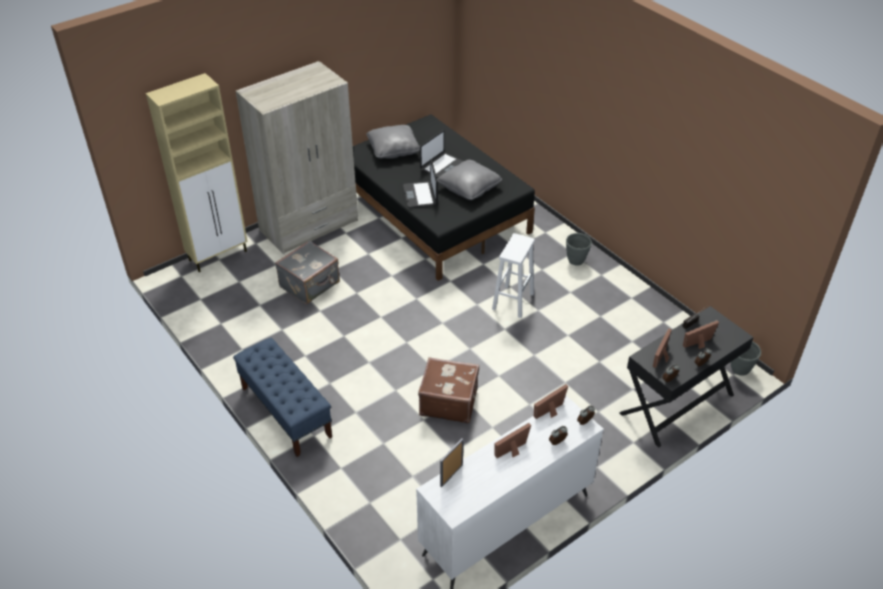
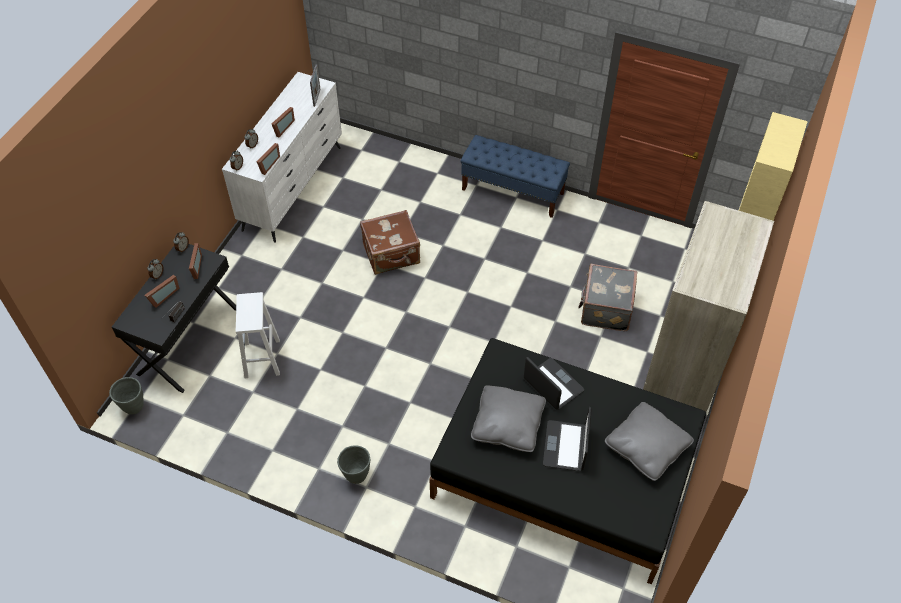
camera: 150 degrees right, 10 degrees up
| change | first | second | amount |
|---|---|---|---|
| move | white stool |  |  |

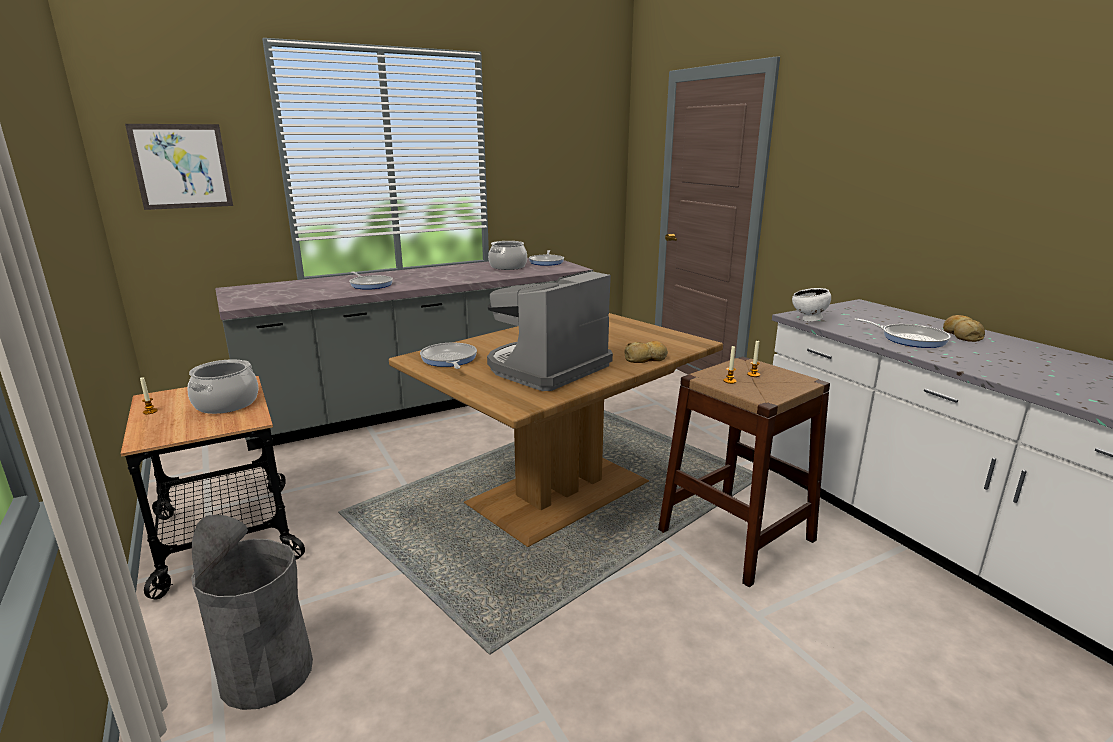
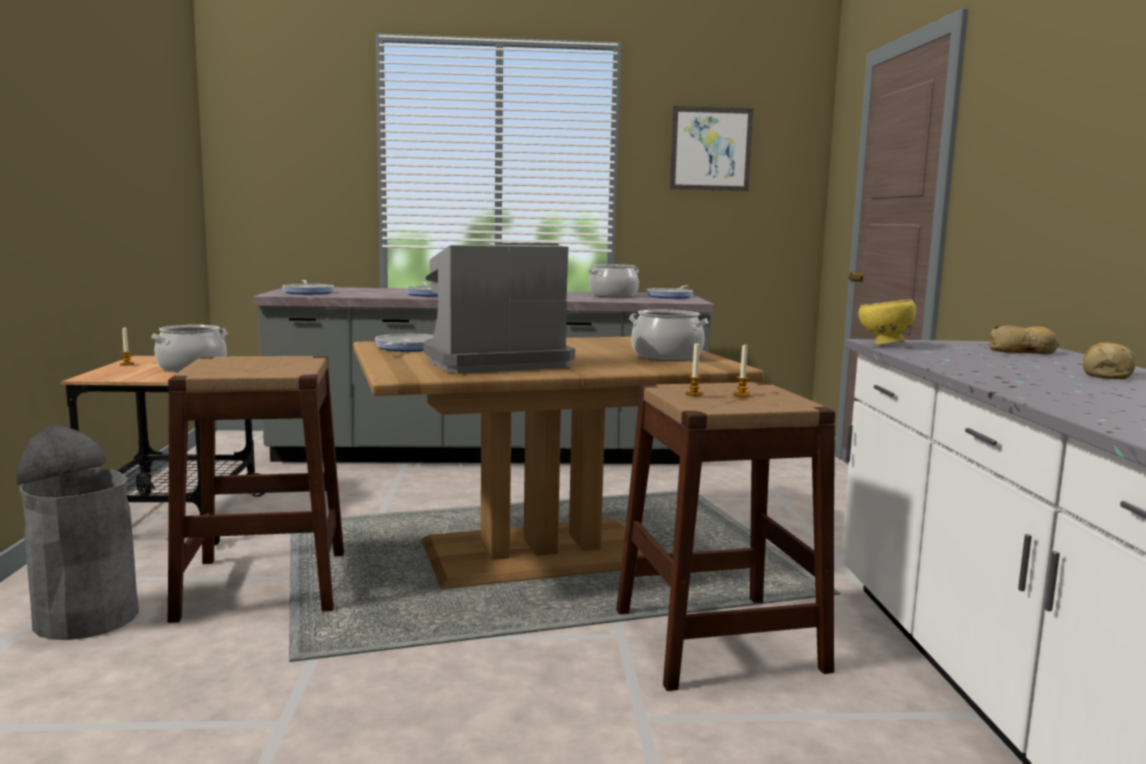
camera: 25 degrees right, 10 degrees down
| change | first | second | amount |
|---|---|---|---|
| insert |  | brown stool (1st from left) |  |
| insert |  | cooking pot (3rd from left) |  |
| move | picture |  |  |
| move | bread (1st from left) |  |  |
| move | frying pan (4th from left in the first image) | frying pan (1st from left) |  |
| recolor | white bowl | yellow bowl |  |

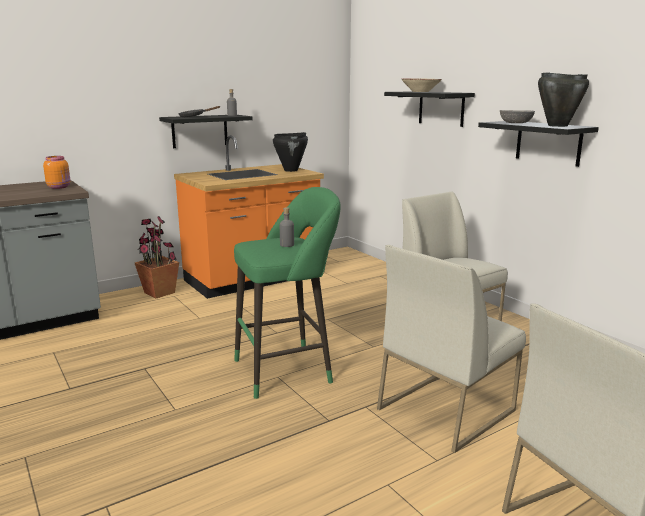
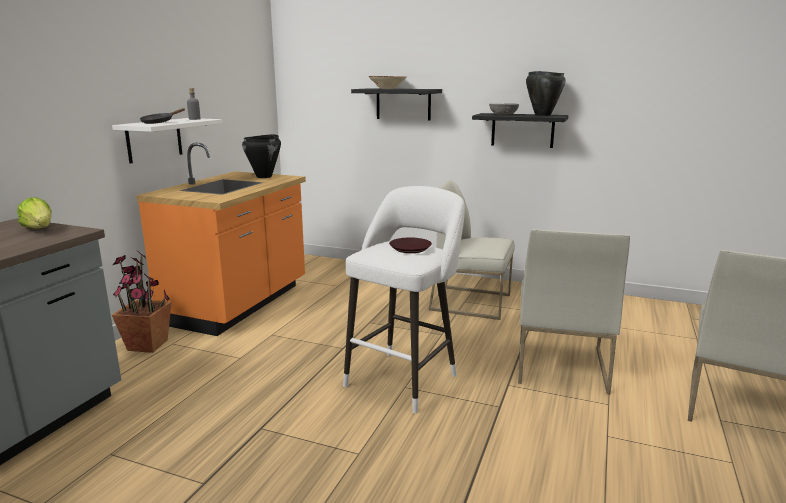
camera: 35 degrees left, 0 degrees up
| change | first | second | amount |
|---|---|---|---|
| replace | orange jar | lettuce |  |
| replace | grey bottle (2nd from left) | brown plate |  |
| recolor | black shelf (1st from left) | white shelf |  |
| recolor | green stool | white stool |  |

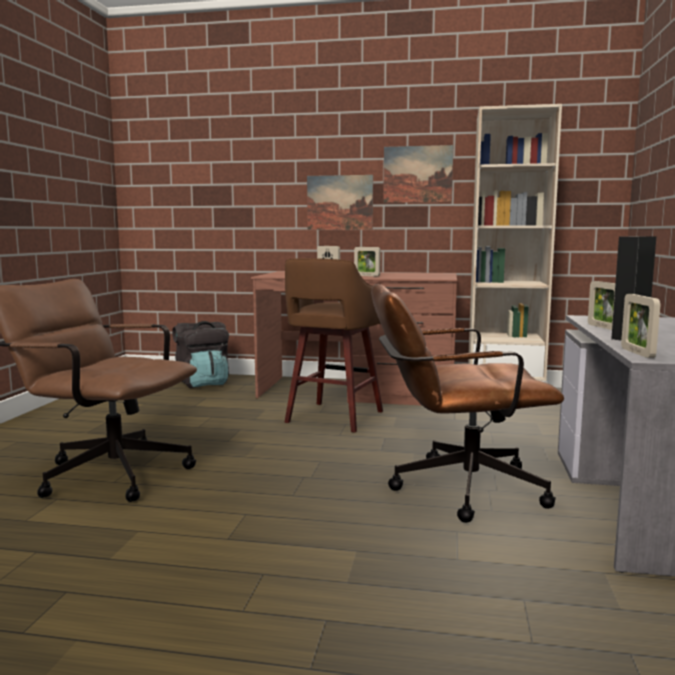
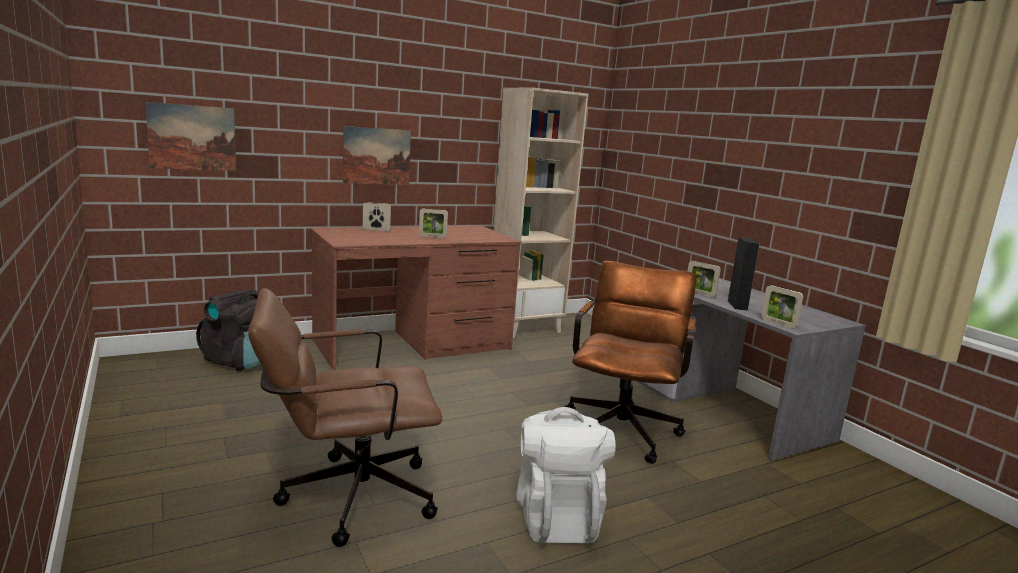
camera: 40 degrees left, 5 degrees up
| change | first | second | amount |
|---|---|---|---|
| delete | brown stool |  |  |
| insert |  | white backpack |  |
| move | picture (2nd from left in the first image) | picture (1st from left) |  |
| rotate | brown office chair (2nd from left) |  | 150 degrees clockwise |

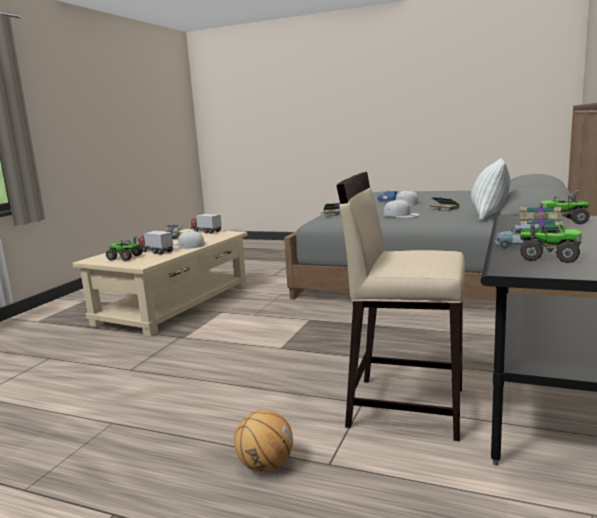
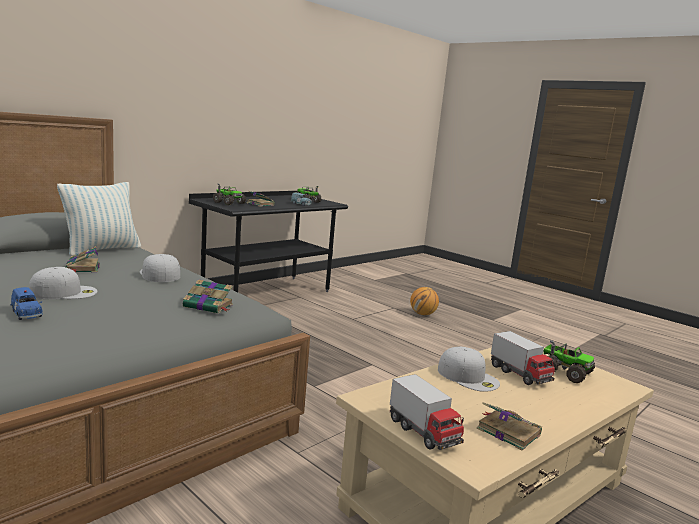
camera: 160 degrees left, 0 degrees up
| change | first | second | amount |
|---|---|---|---|
| delete | beige stool |  |  |

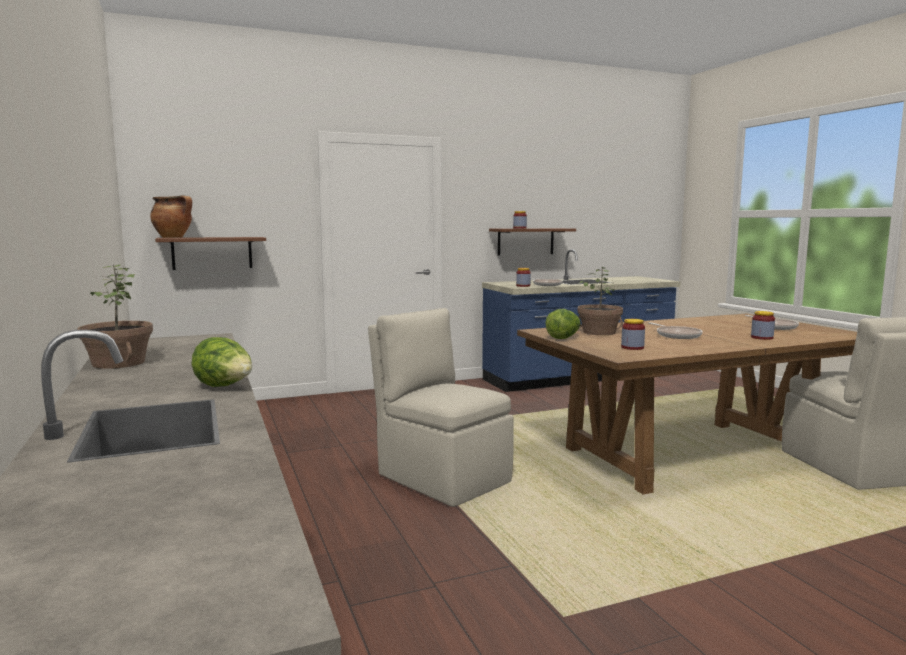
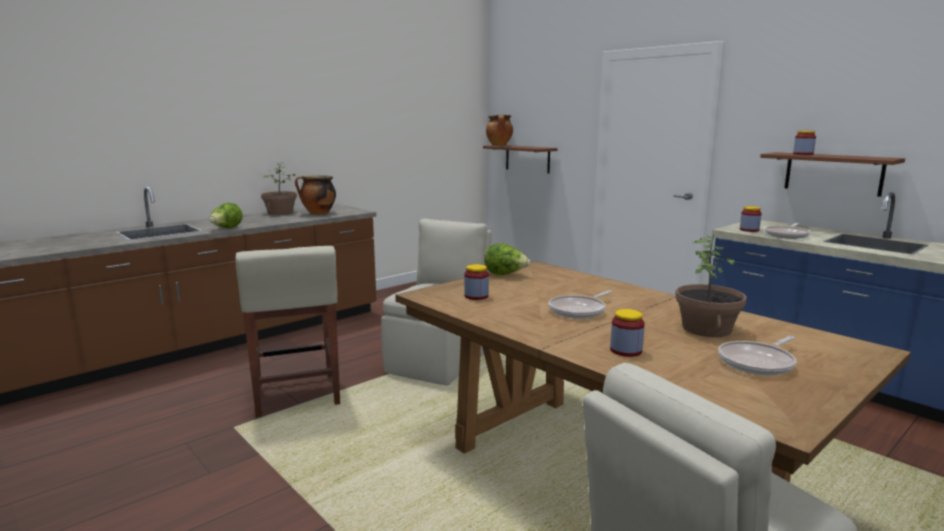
camera: 70 degrees right, 5 degrees up
| change | first | second | amount |
|---|---|---|---|
| insert |  | beige stool |  |
| insert |  | cooking pot (1st from left) |  |
| move | potted plant (2nd from left) |  |  |

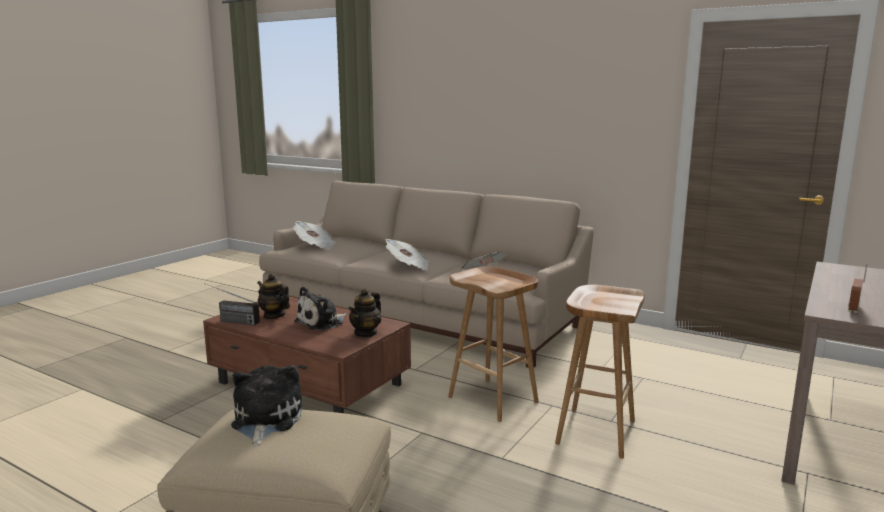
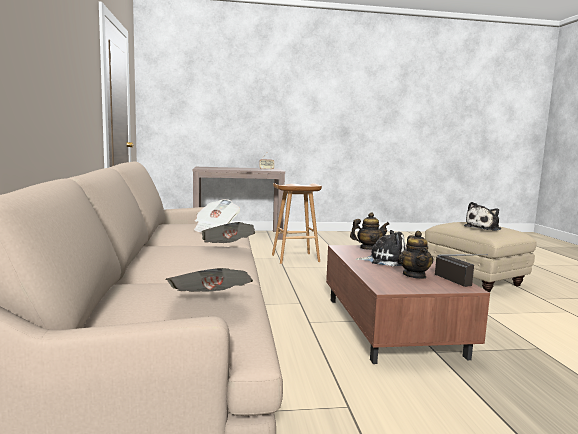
camera: 130 degrees left, 5 degrees down
| change | first | second | amount |
|---|---|---|---|
| delete | brown stool (1st from left) |  |  |

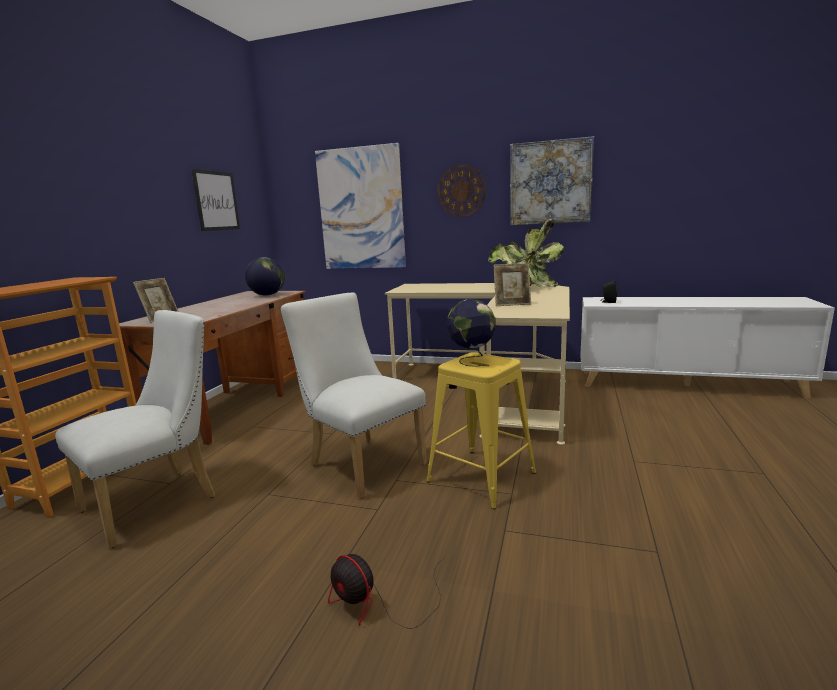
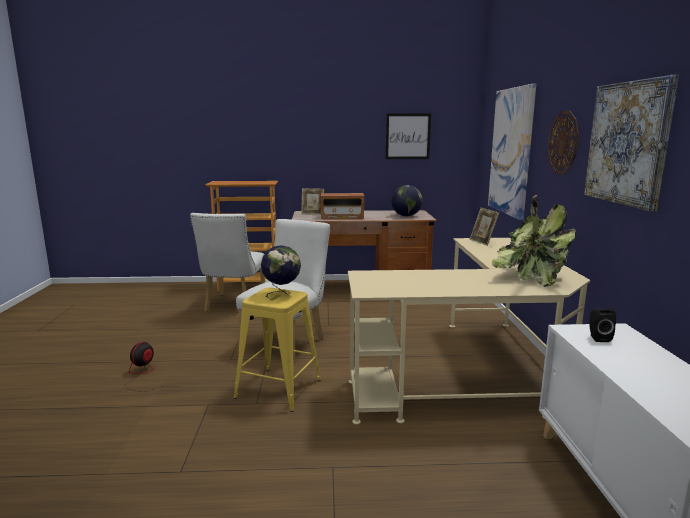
camera: 70 degrees right, 0 degrees up
| change | first | second | amount |
|---|---|---|---|
| insert |  | radio |  |
| move | picture frame (2nd from left) |  |  |
| rotate | white chair (1st from left) |  | 75 degrees clockwise |

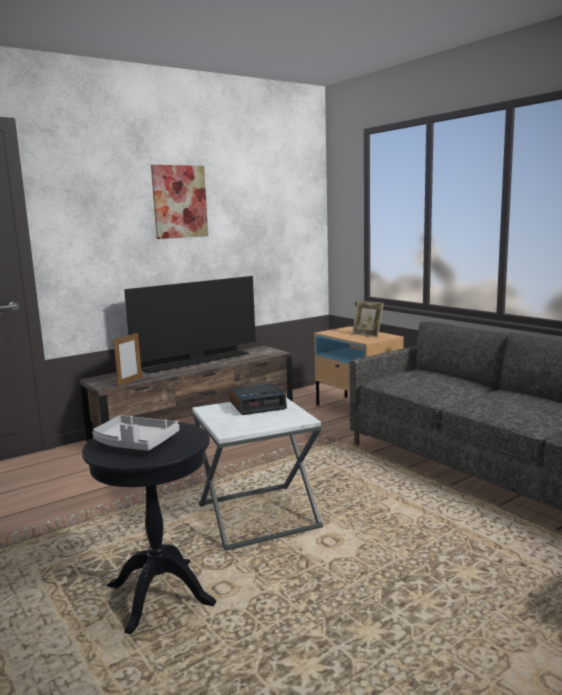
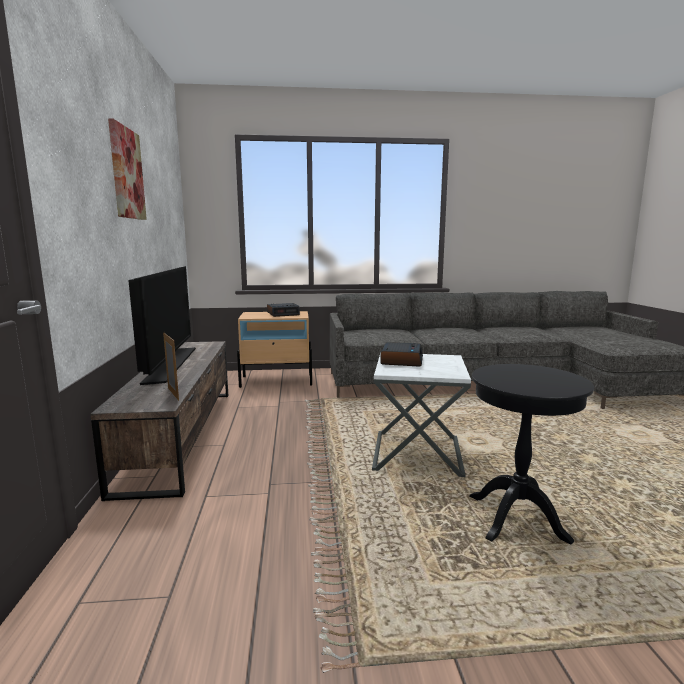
camera: 60 degrees left, 0 degrees up
| change | first | second | amount |
|---|---|---|---|
| delete | grey tray |  |  |
| replace | picture frame (2nd from left) | alarm clock (1st from left) |  |

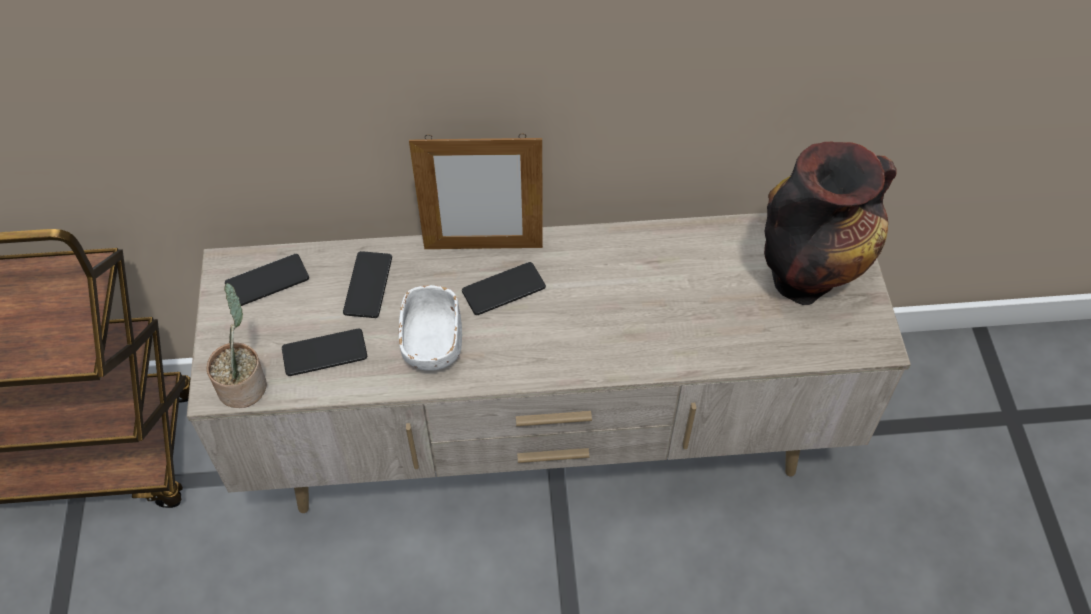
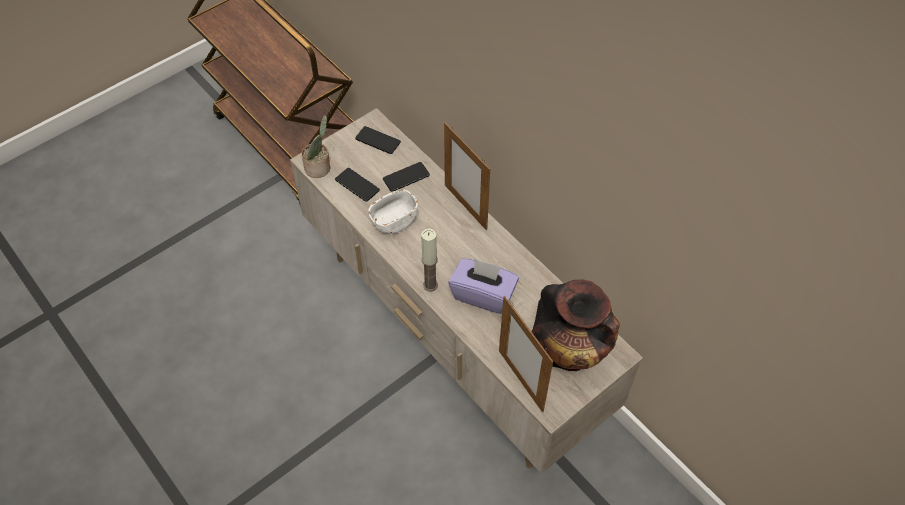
camera: 55 degrees right, 0 degrees up
| change | first | second | amount |
|---|---|---|---|
| delete | phone (4th from left) |  |  |
| insert |  | candle |  |
| insert |  | purple tissue box |  |
| insert |  | picture frame (2nd from left) |  |

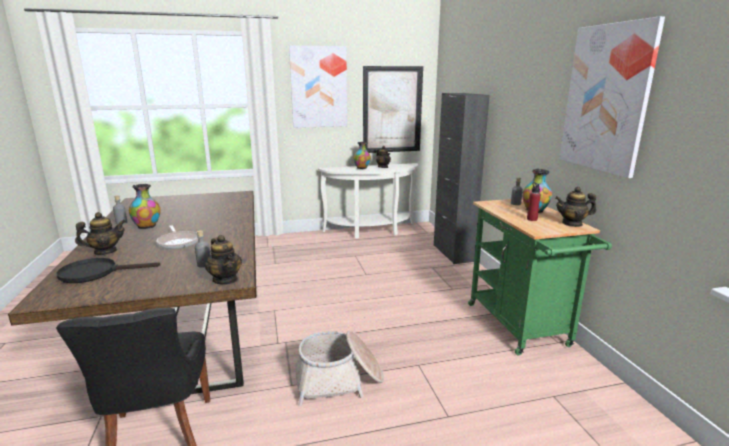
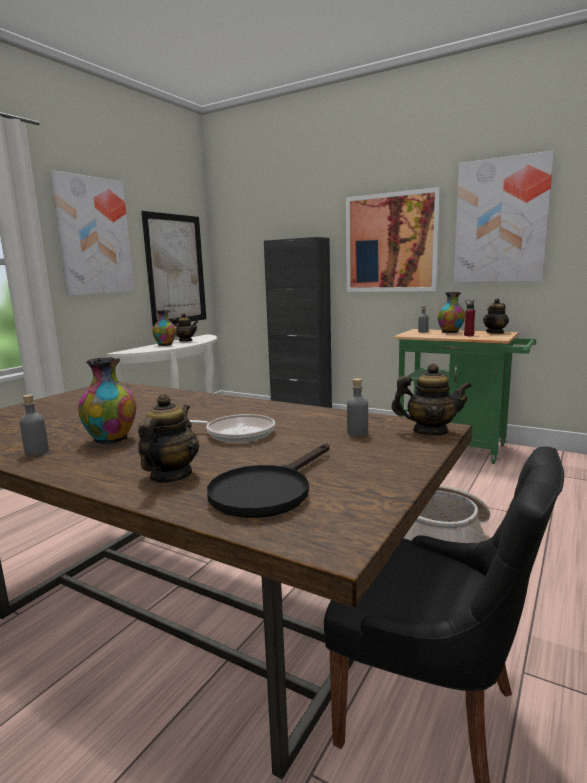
camera: 45 degrees left, 5 degrees down
| change | first | second | amount |
|---|---|---|---|
| insert |  | picture (3rd from left) |  |

